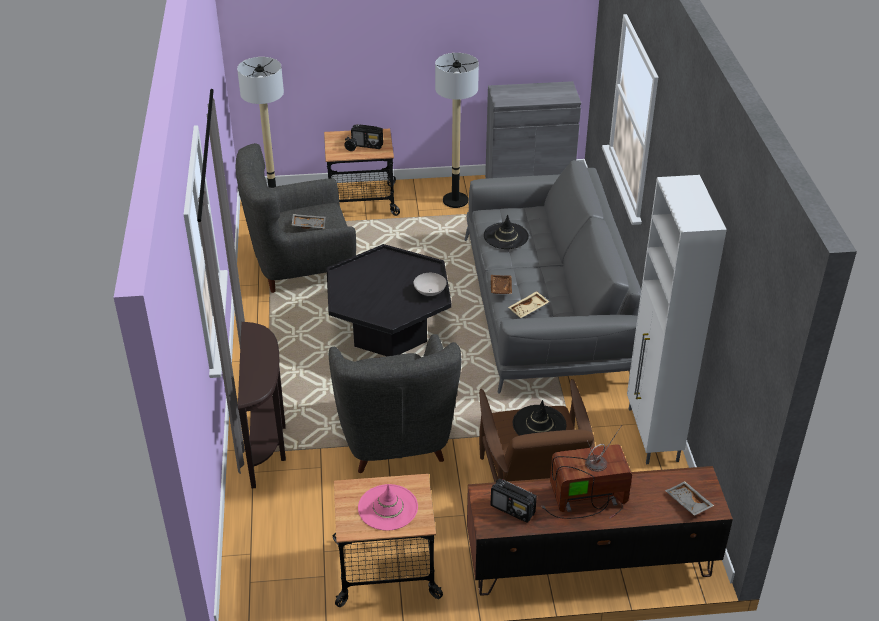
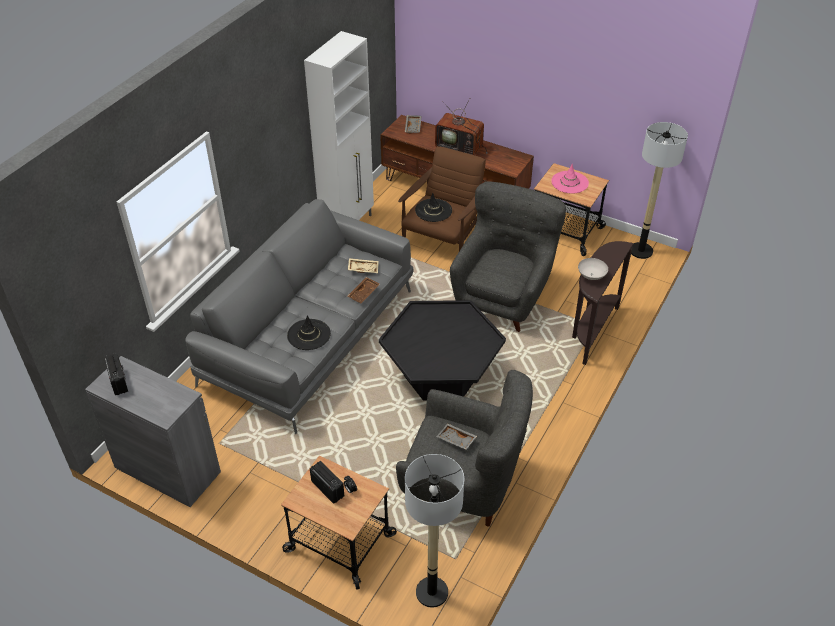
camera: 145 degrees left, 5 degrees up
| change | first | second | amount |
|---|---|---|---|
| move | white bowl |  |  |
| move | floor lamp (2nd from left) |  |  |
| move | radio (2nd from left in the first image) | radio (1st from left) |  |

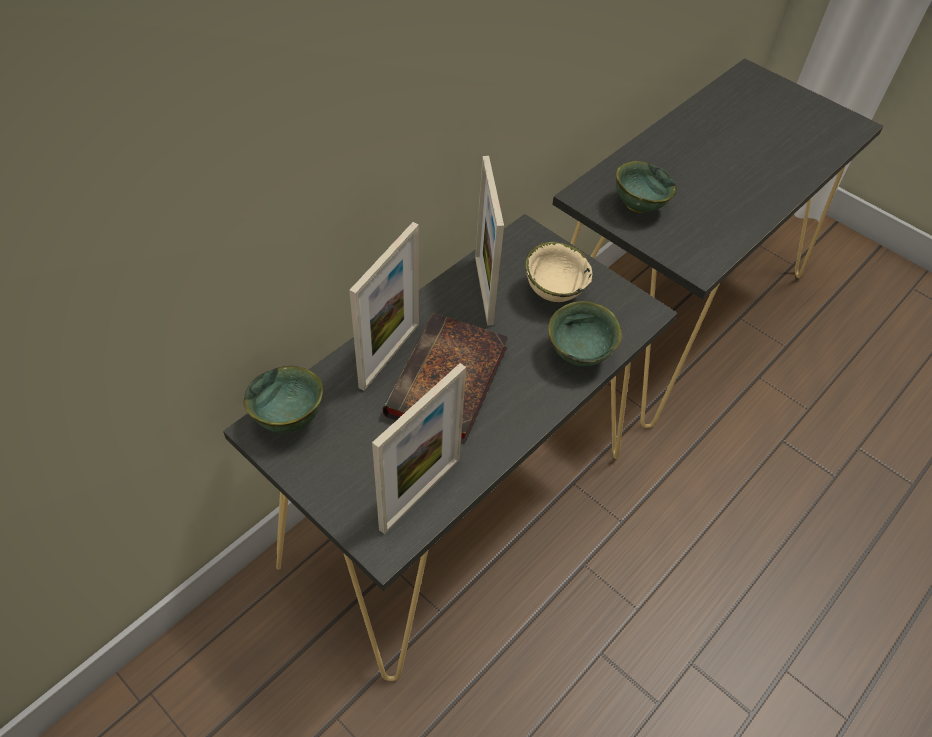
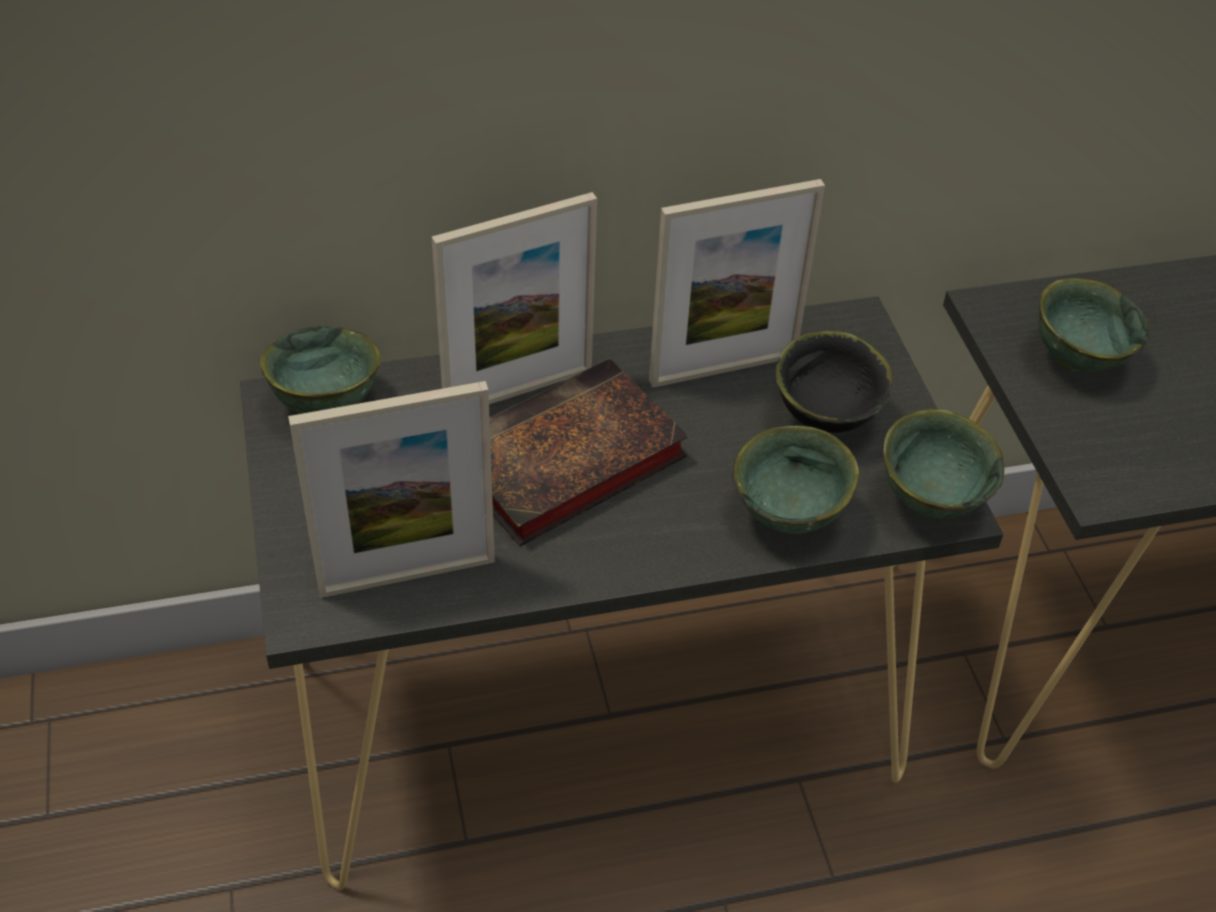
camera: 35 degrees right, 5 degrees down
| change | first | second | amount |
|---|---|---|---|
| insert |  | green bowl (3rd from left) |  |
| recolor | beige bowl | black bowl |  |
| rotate | picture frame (3rd from left) |  | 135 degrees counterclockwise |

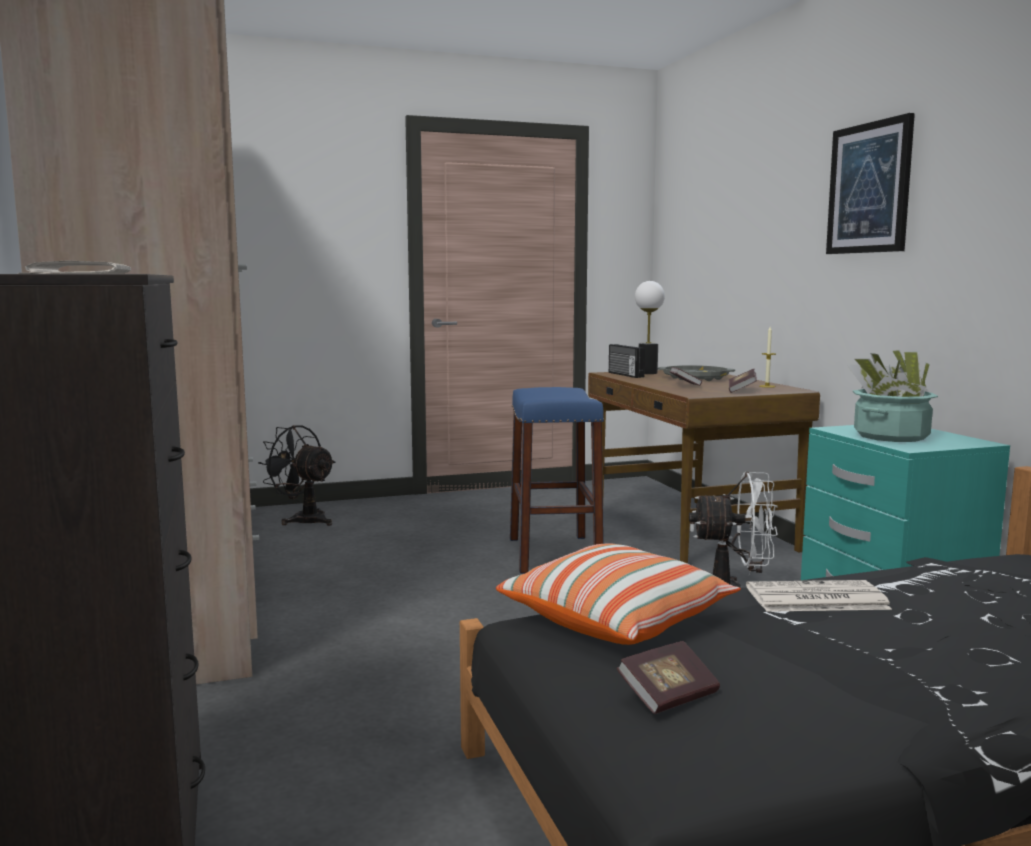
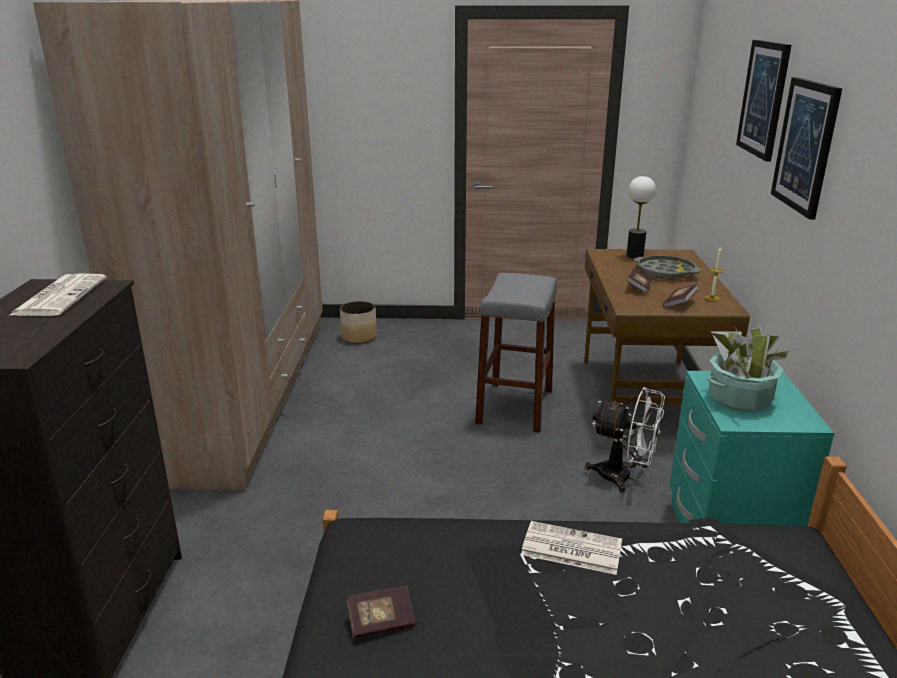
camera: 20 degrees right, 15 degrees up
| change | first | second | amount |
|---|---|---|---|
| delete | pillow |  |  |
| delete | radio |  |  |
| insert |  | picture (1st from left) |  |
| replace | black fan | planter |  |
| recolor | blue stool | grey stool |  |

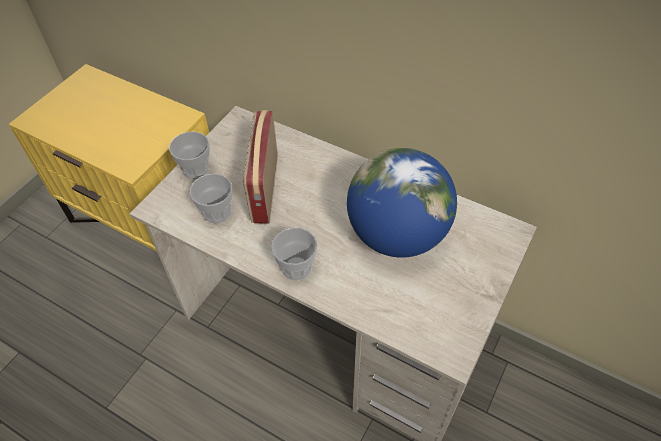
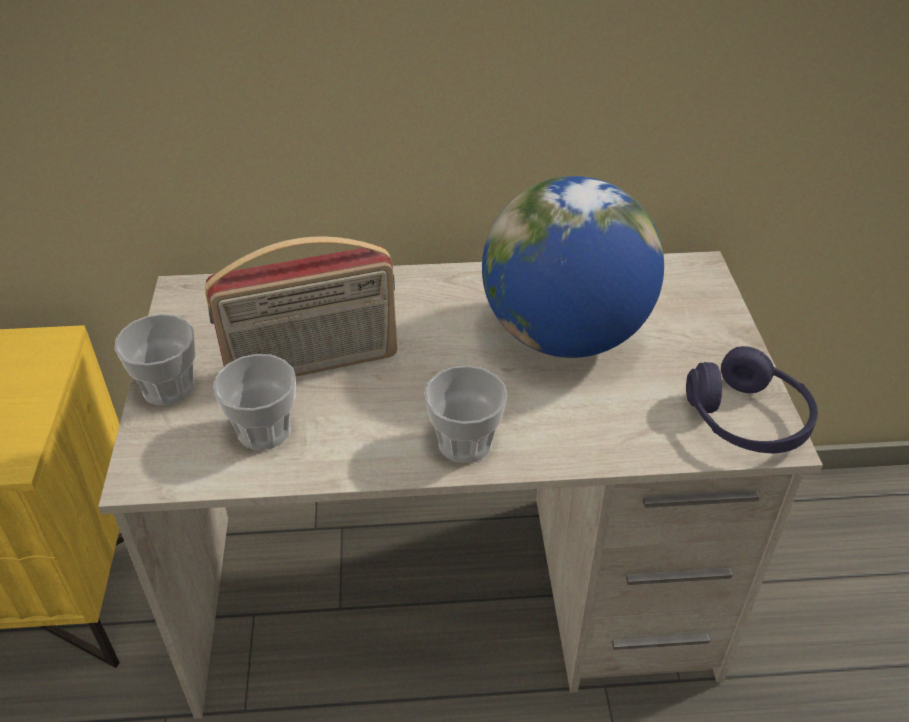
camera: 35 degrees left, 10 degrees down
| change | first | second | amount |
|---|---|---|---|
| insert |  | purple headphones |  |
| rotate | radio |  | 75 degrees counterclockwise |

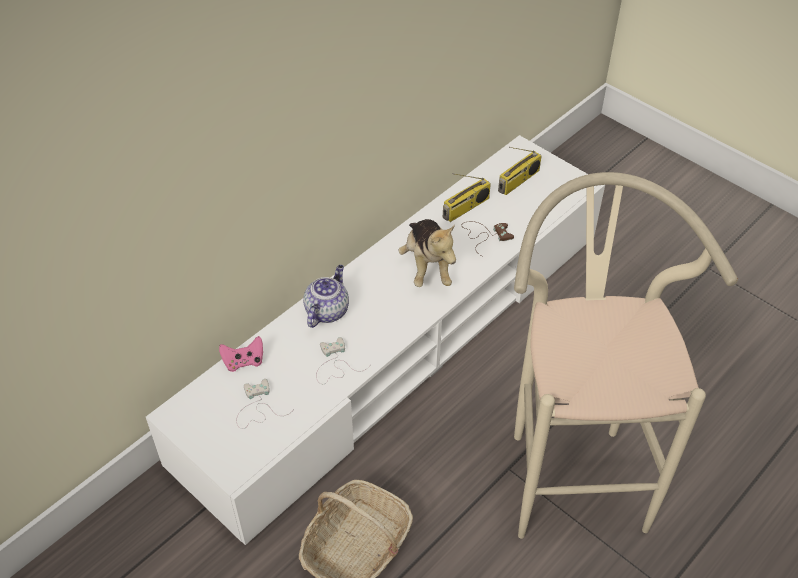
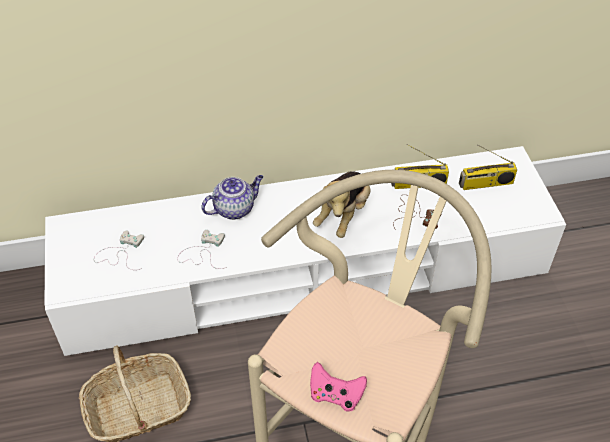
camera: 35 degrees right, 0 degrees up
| change | first | second | amount |
|---|---|---|---|
| move | pink game controller |  |  |

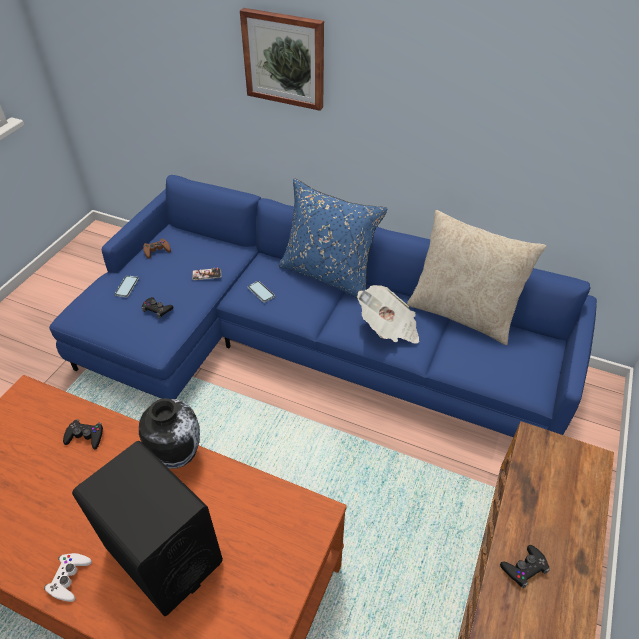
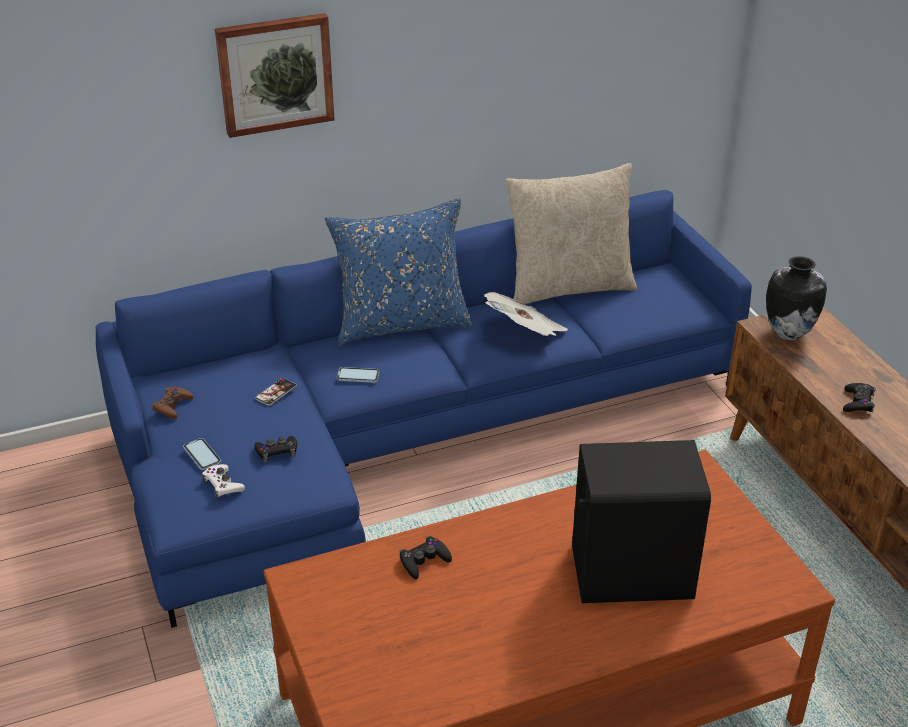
camera: 45 degrees left, 10 degrees down
| change | first | second | amount |
|---|---|---|---|
| move | white game controller |  |  |
| move | vase |  |  |

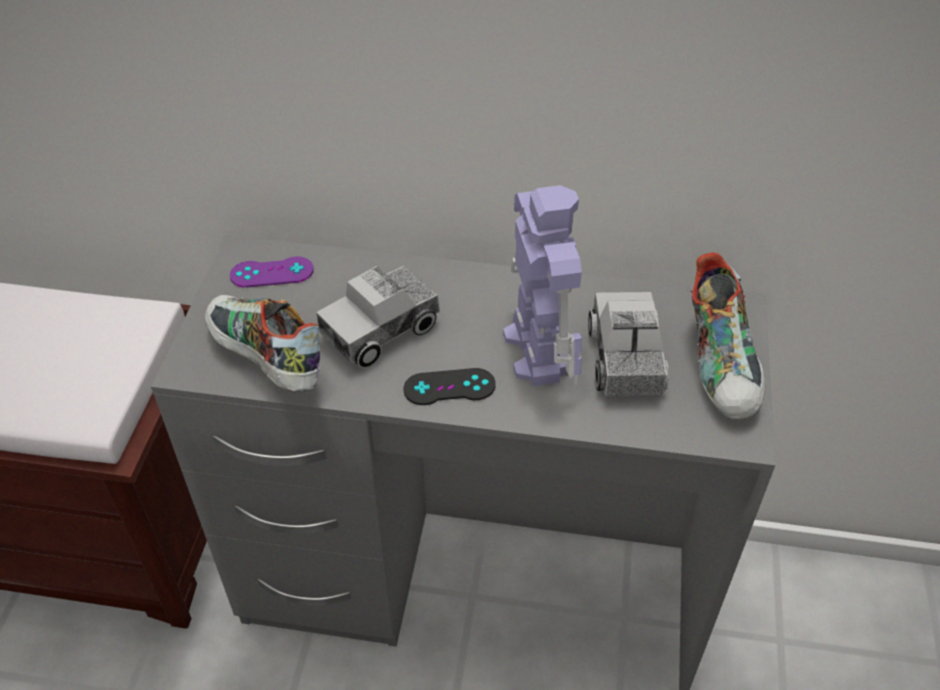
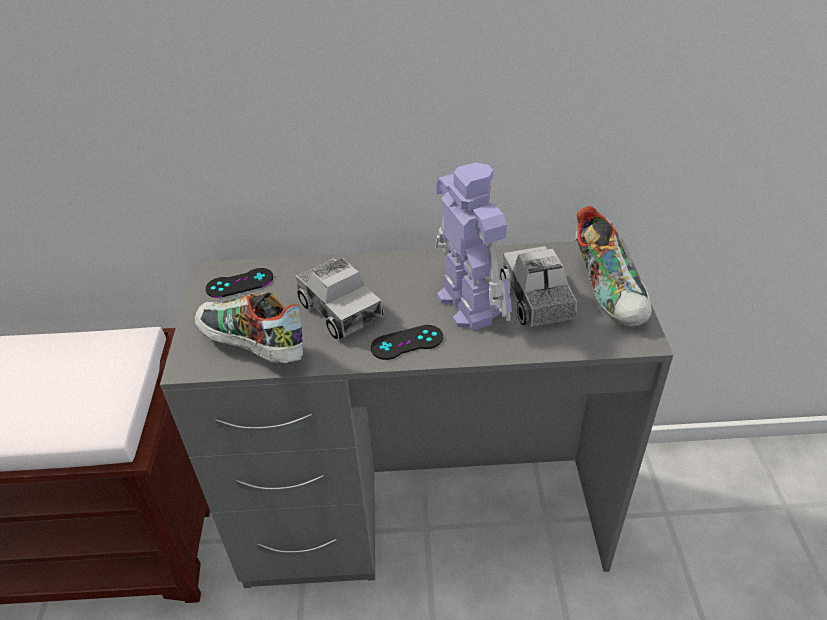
camera: 10 degrees left, 5 degrees down
| change | first | second | amount |
|---|---|---|---|
| recolor | purple game controller | black game controller (1st from left) |  |
| rotate | toy truck (1st from left) |  | 75 degrees counterclockwise |

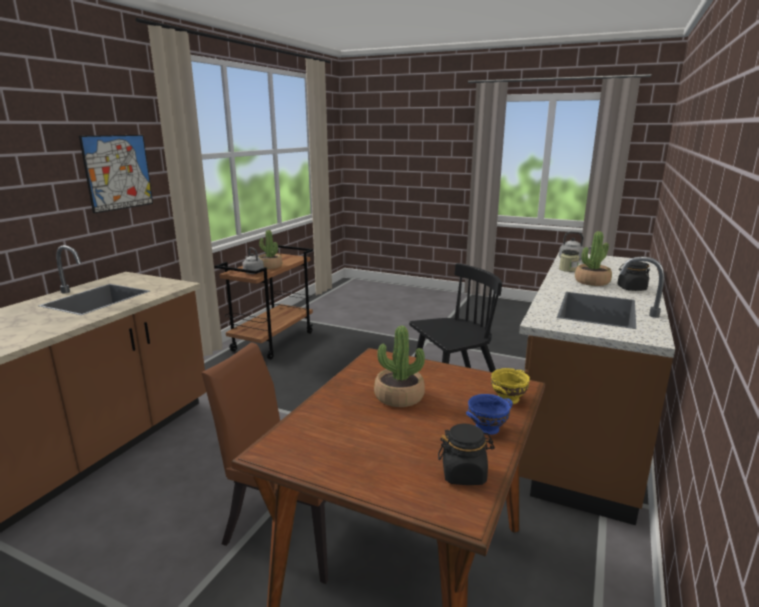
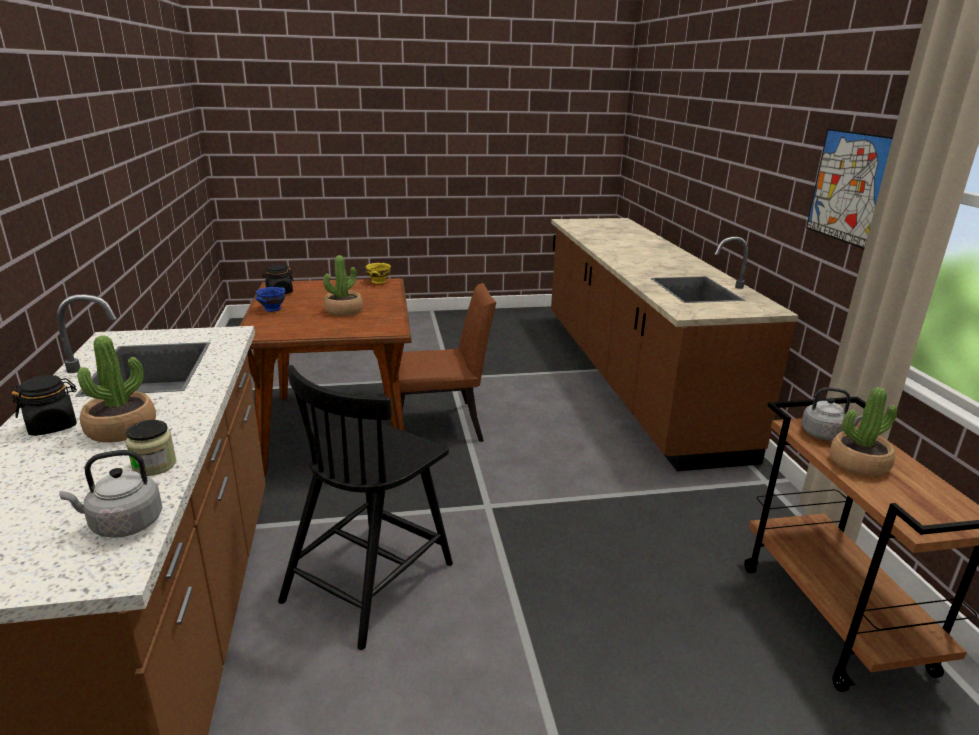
camera: 145 degrees right, 5 degrees up
| change | first | second | amount |
|---|---|---|---|
| move | yellow bowl |  |  |

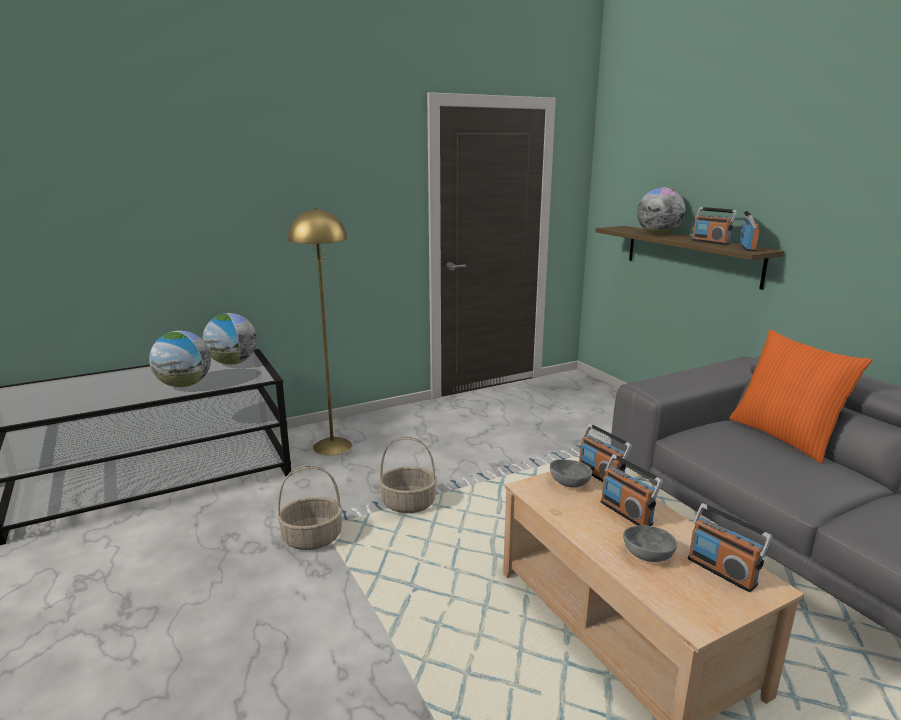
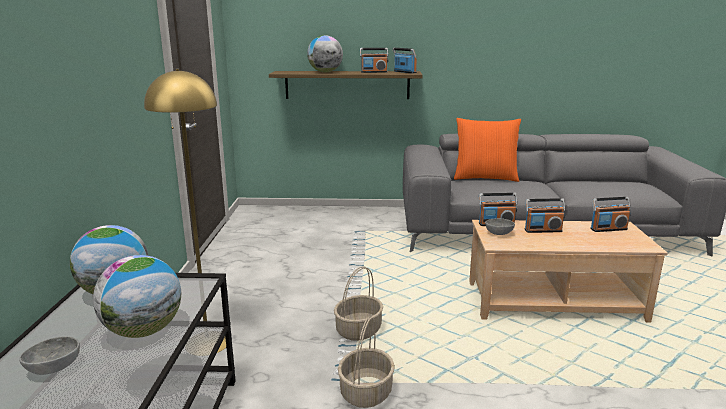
camera: 60 degrees left, 0 degrees up
| change | first | second | amount |
|---|---|---|---|
| move | grey bowl (2nd from left in the first image) | grey bowl (1st from left) |  |

